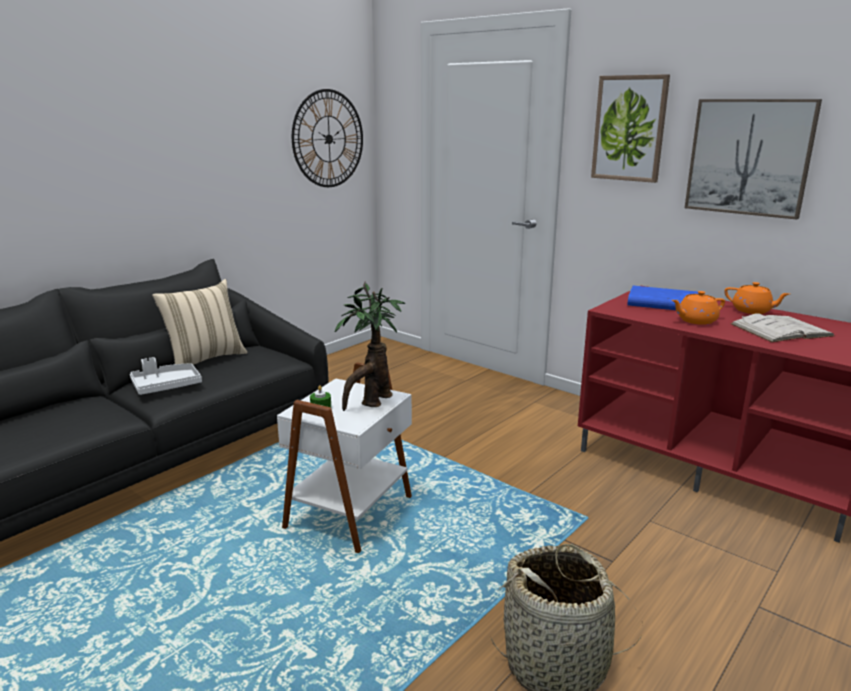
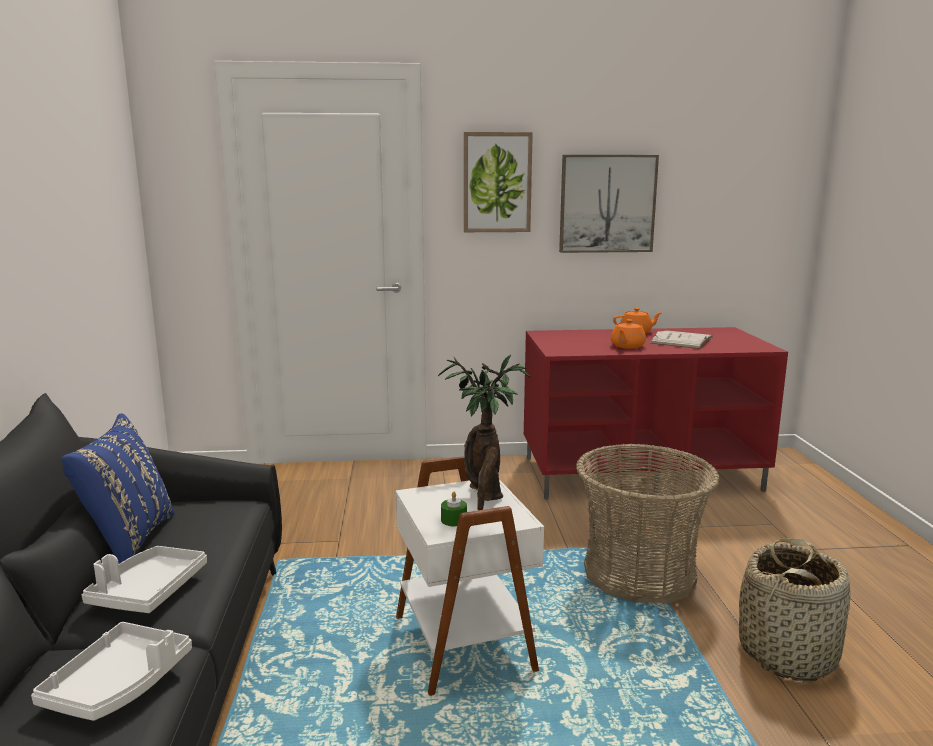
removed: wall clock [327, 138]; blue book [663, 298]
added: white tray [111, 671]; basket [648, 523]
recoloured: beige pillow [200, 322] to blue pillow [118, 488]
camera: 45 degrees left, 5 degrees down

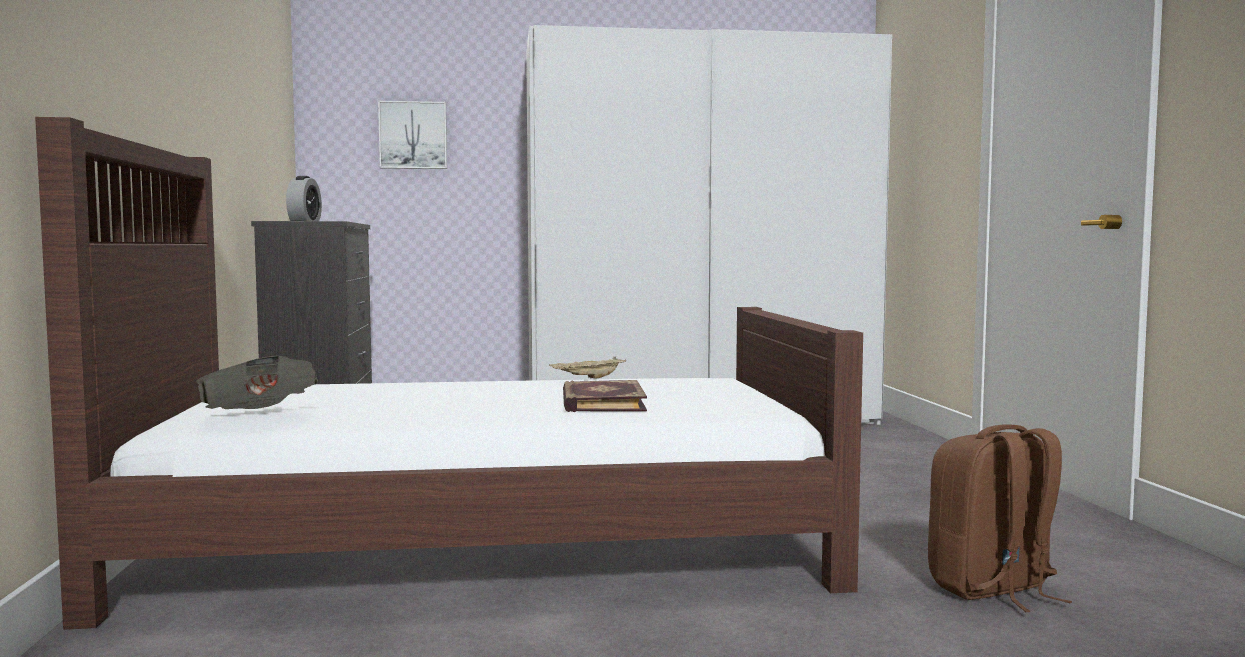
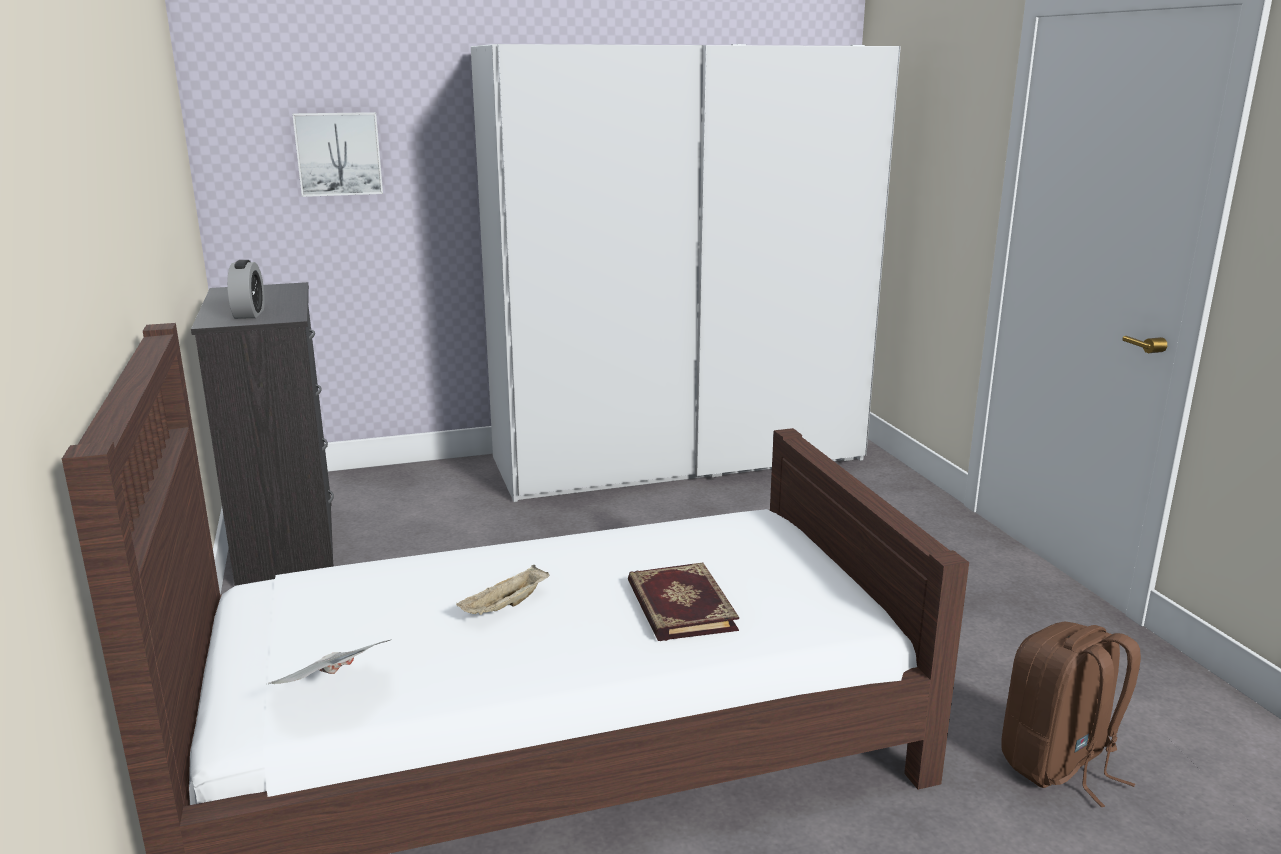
moved: beige tray [587, 367] to [502, 590]
camera: 10 degrees left, 15 degrees up

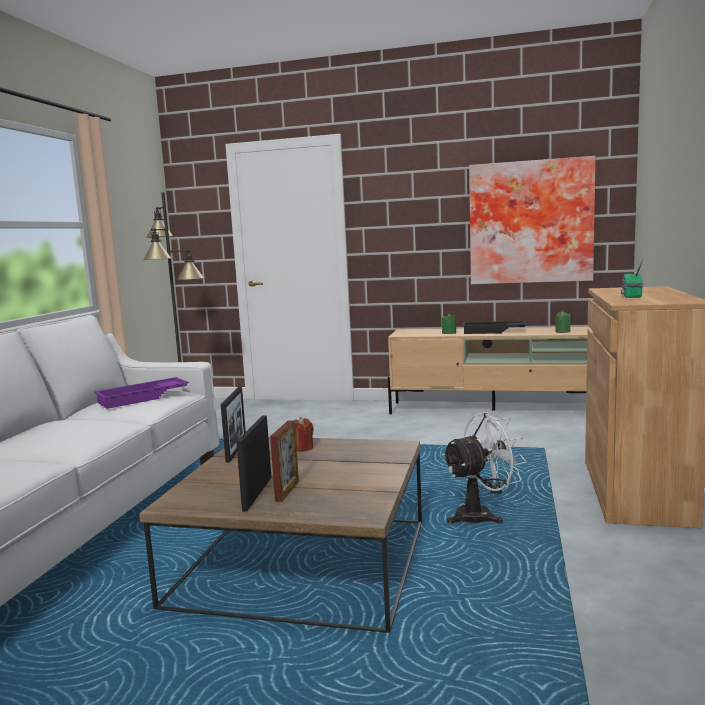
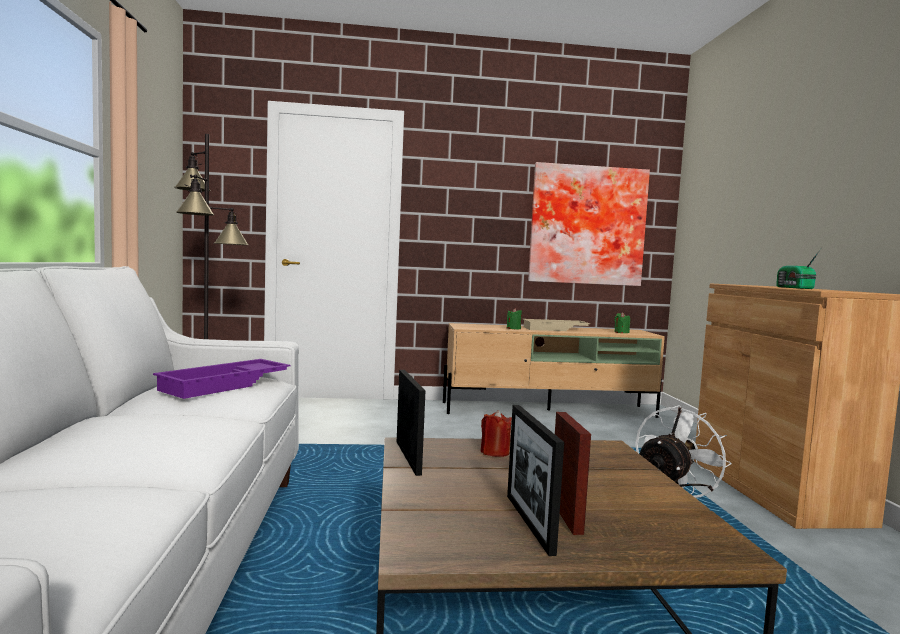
recoloured: black tray [494, 327] to beige tray [556, 325]
camera: 20 degrees left, 5 degrees down

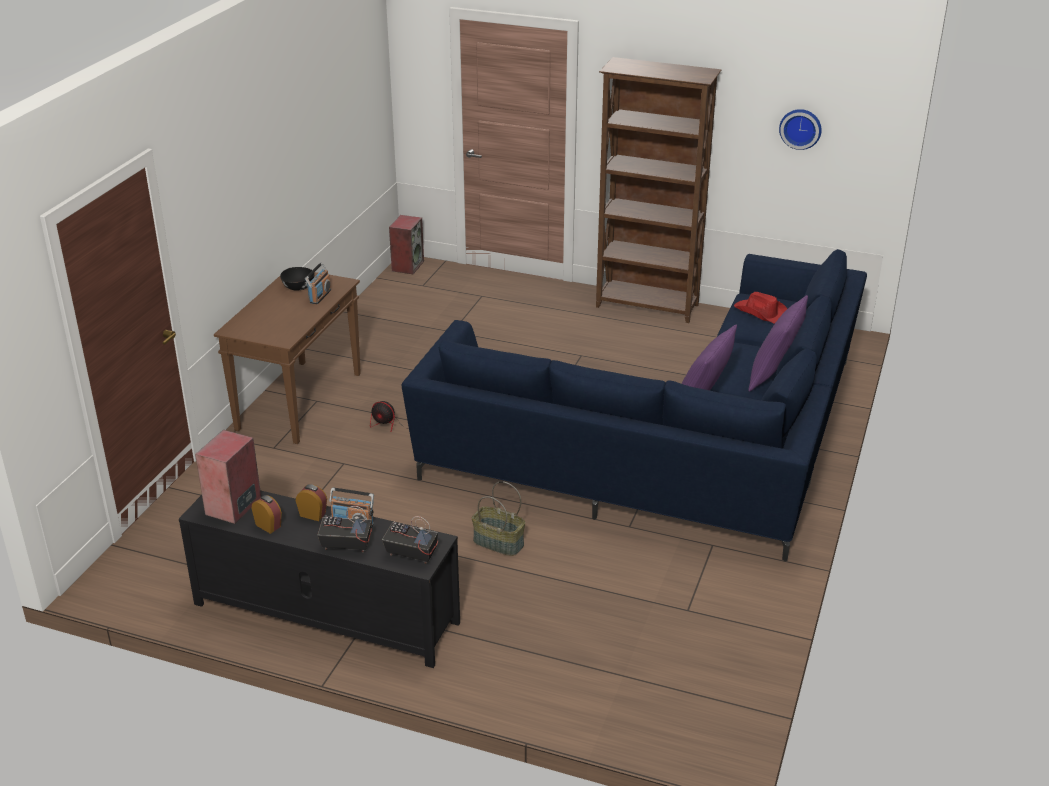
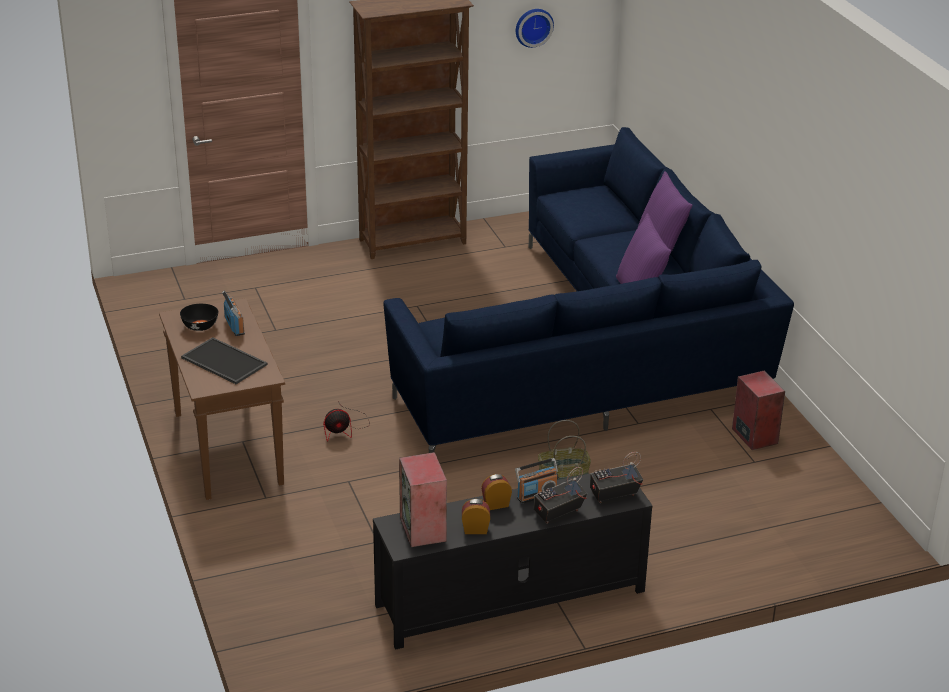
removed: red hat [760, 307]
added: tray [224, 360]
moved: speaker [406, 244] to [758, 410]
camera: 40 degrees left, 0 degrees up

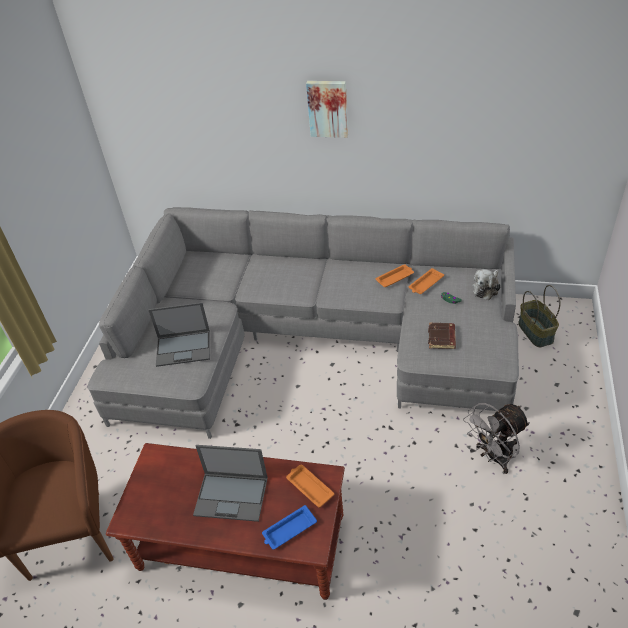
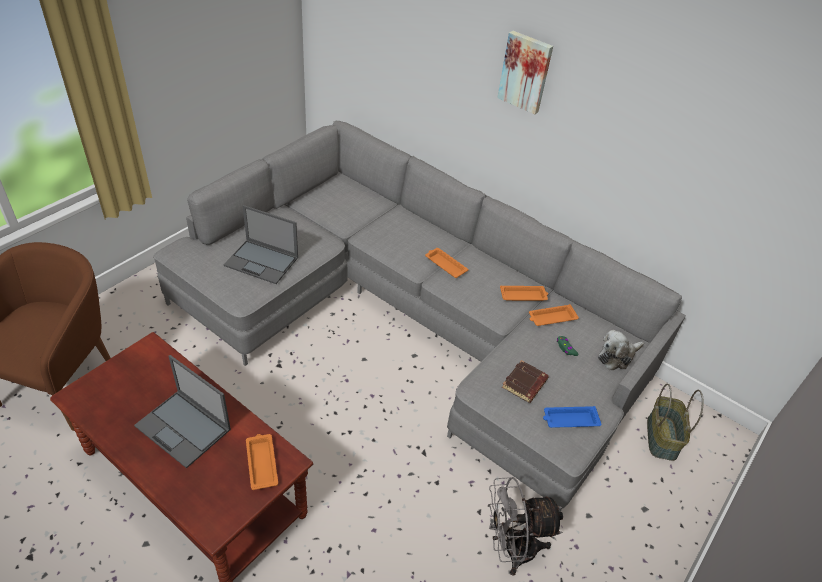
added: orange tray [446, 263]
moved: blue tray [289, 527] to [572, 417]
camera: 20 degrees right, 0 degrees up

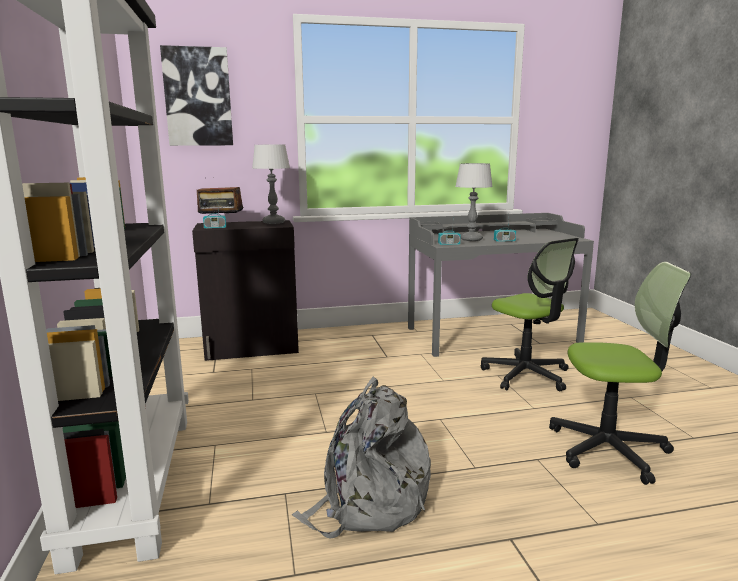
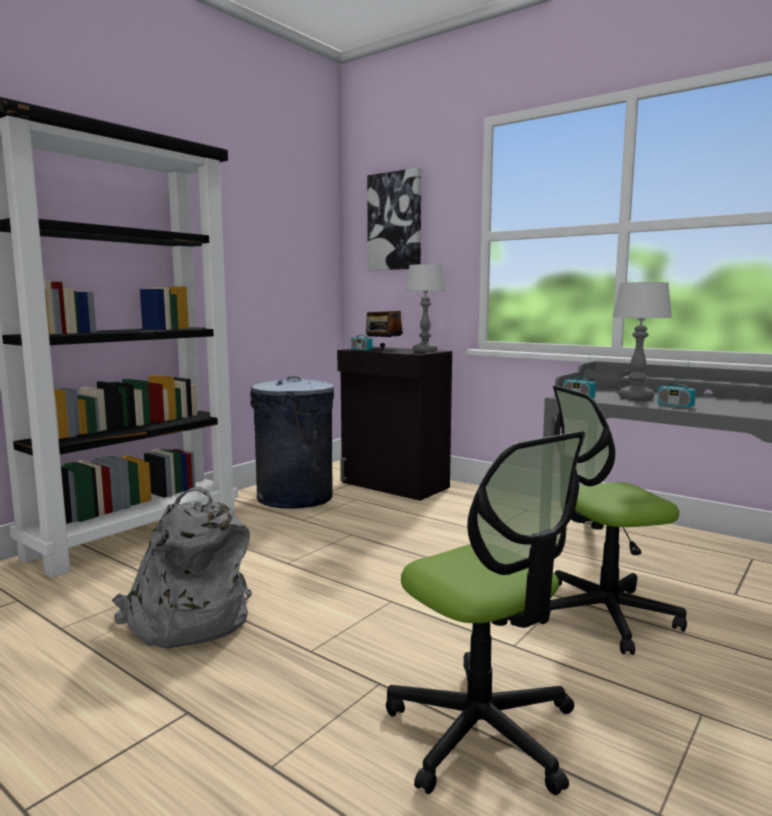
added: grey trash can [292, 442]
turned: office chair [530, 314] = [613, 520] 60 degrees clockwise
camera: 50 degrees right, 5 degrees down

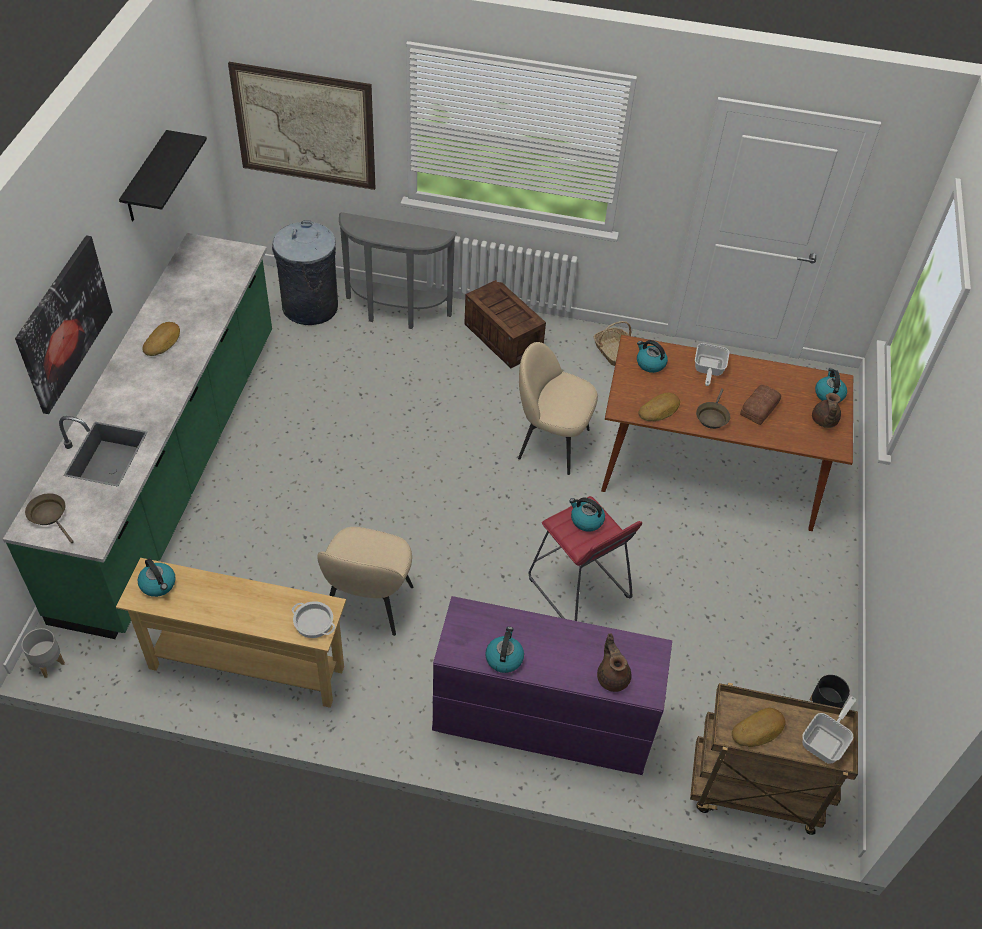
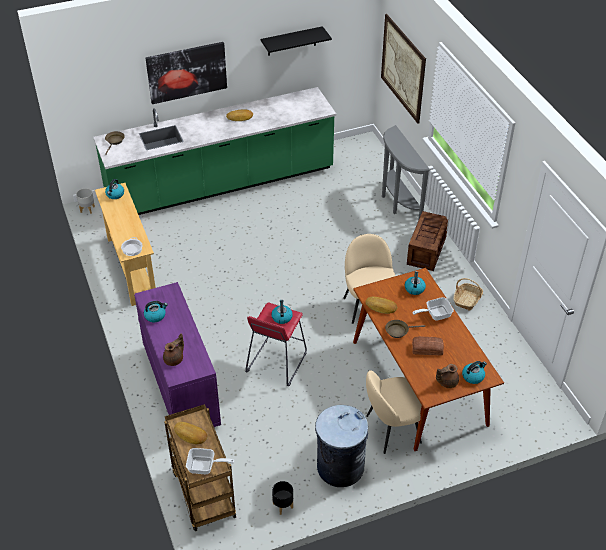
moved: grey trash can [305, 272] to [341, 446]; beige chair [365, 581] to [394, 412]
camera: 60 degrees right, 5 degrees down

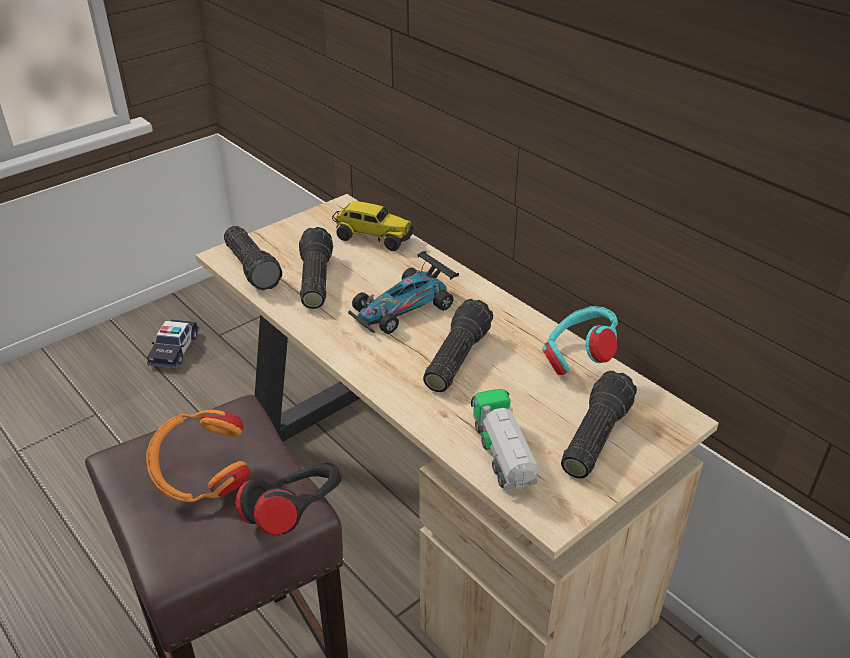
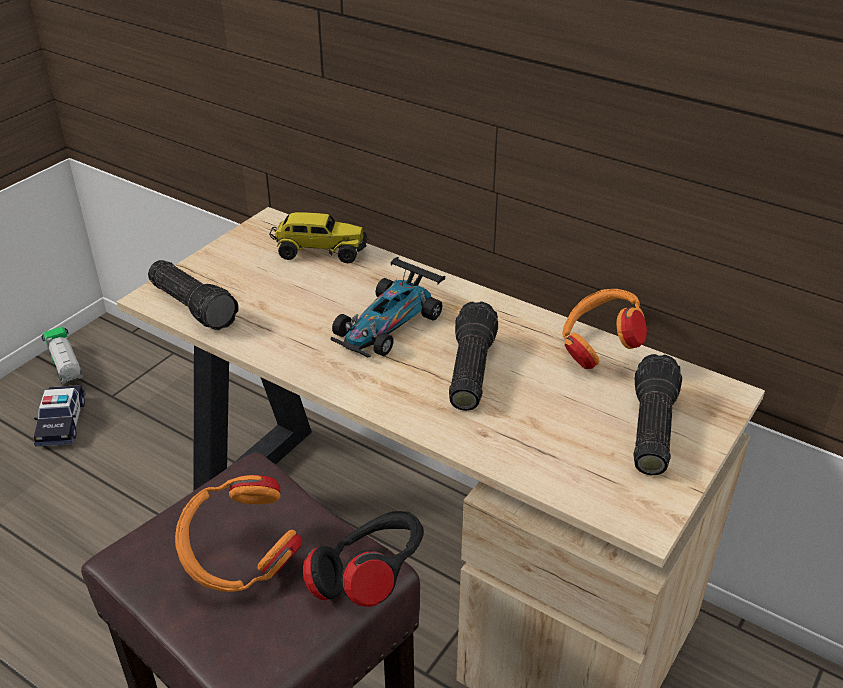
removed: flashlight [316, 268]
moved: toy truck [505, 439] to [62, 355]
recoloured: turquoise headphones [580, 340] to orange headphones [604, 329]
camera: 15 degrees left, 0 degrees up

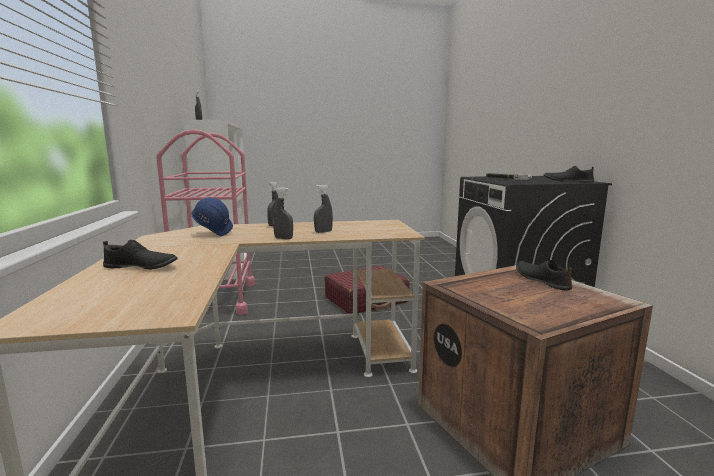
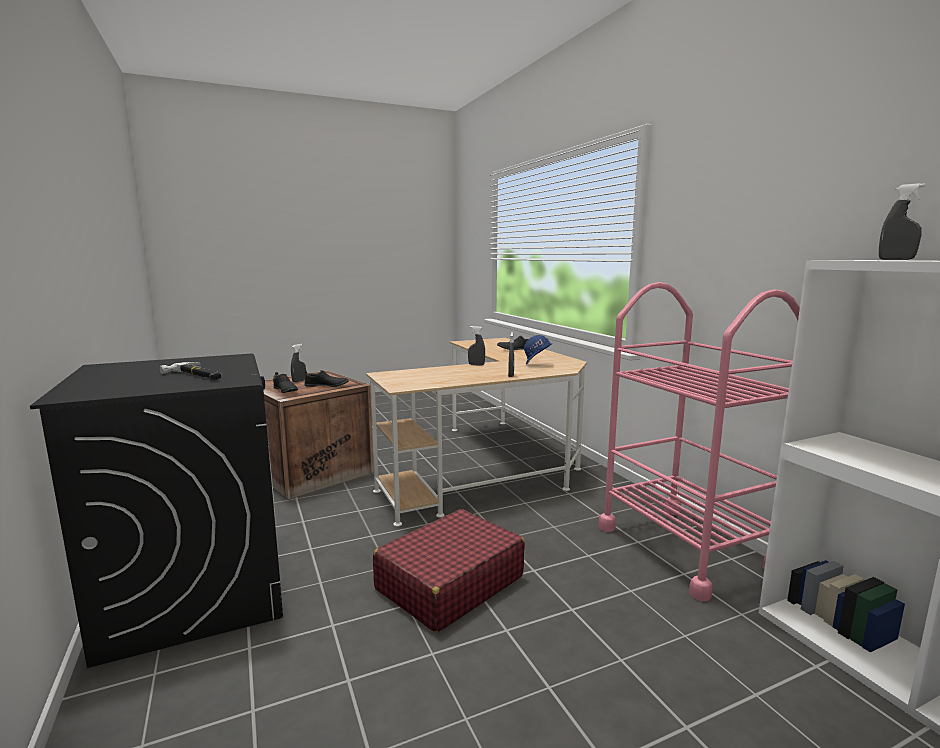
moved: grey spray bottle [323, 208] to [298, 363]; black shoe [568, 174] to [326, 378]
camera: 165 degrees right, 0 degrees up

